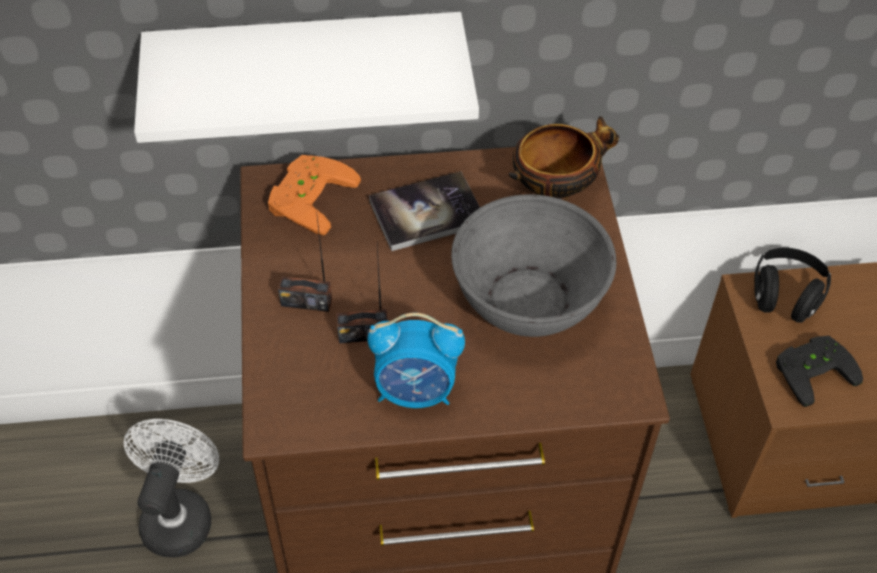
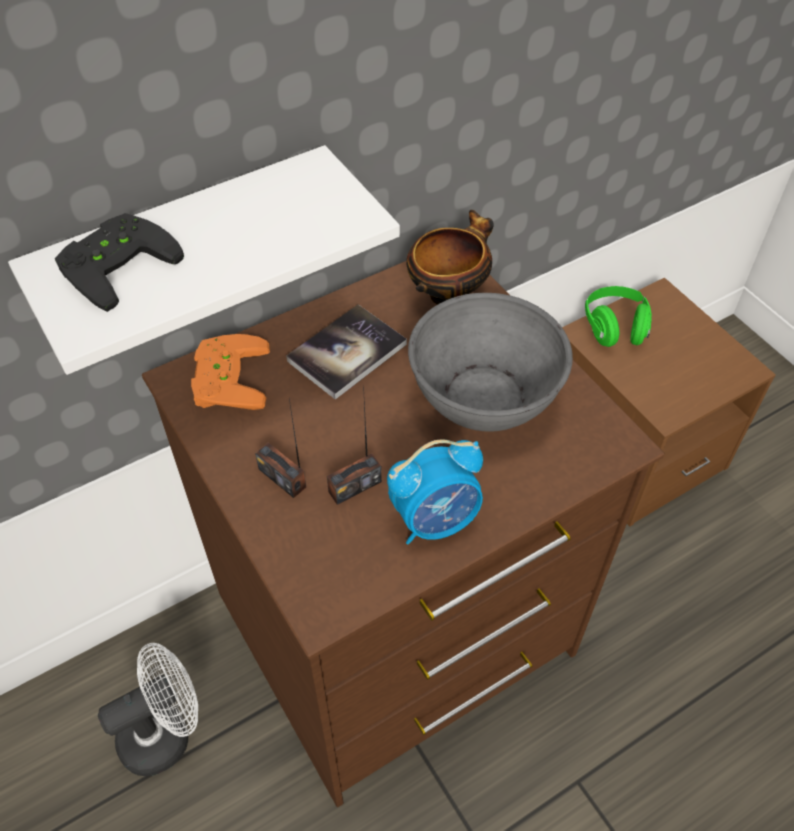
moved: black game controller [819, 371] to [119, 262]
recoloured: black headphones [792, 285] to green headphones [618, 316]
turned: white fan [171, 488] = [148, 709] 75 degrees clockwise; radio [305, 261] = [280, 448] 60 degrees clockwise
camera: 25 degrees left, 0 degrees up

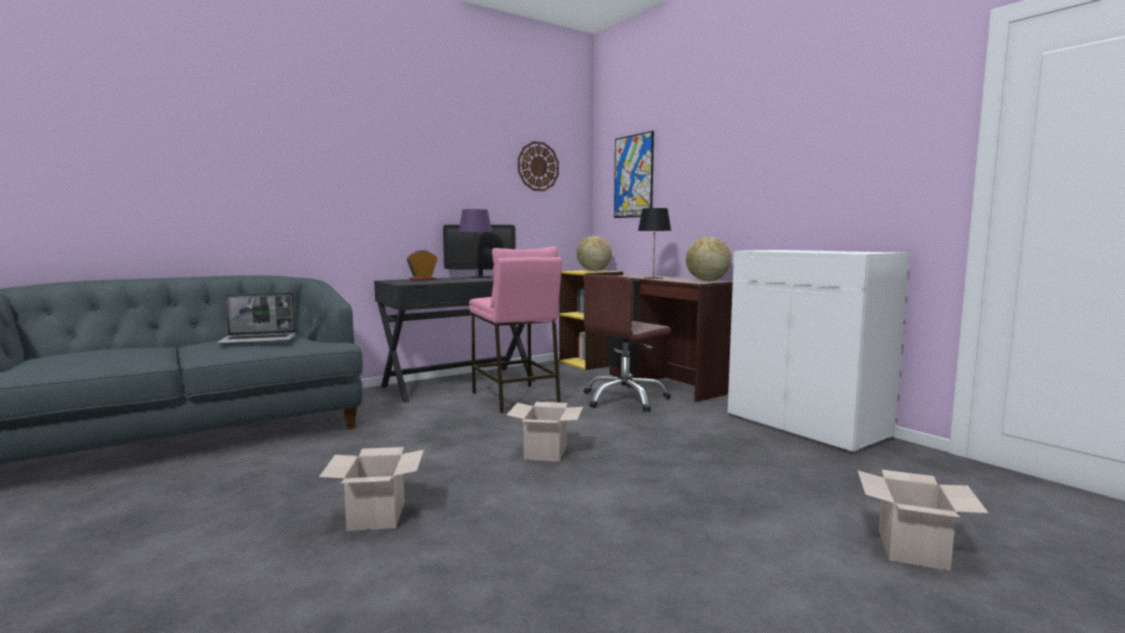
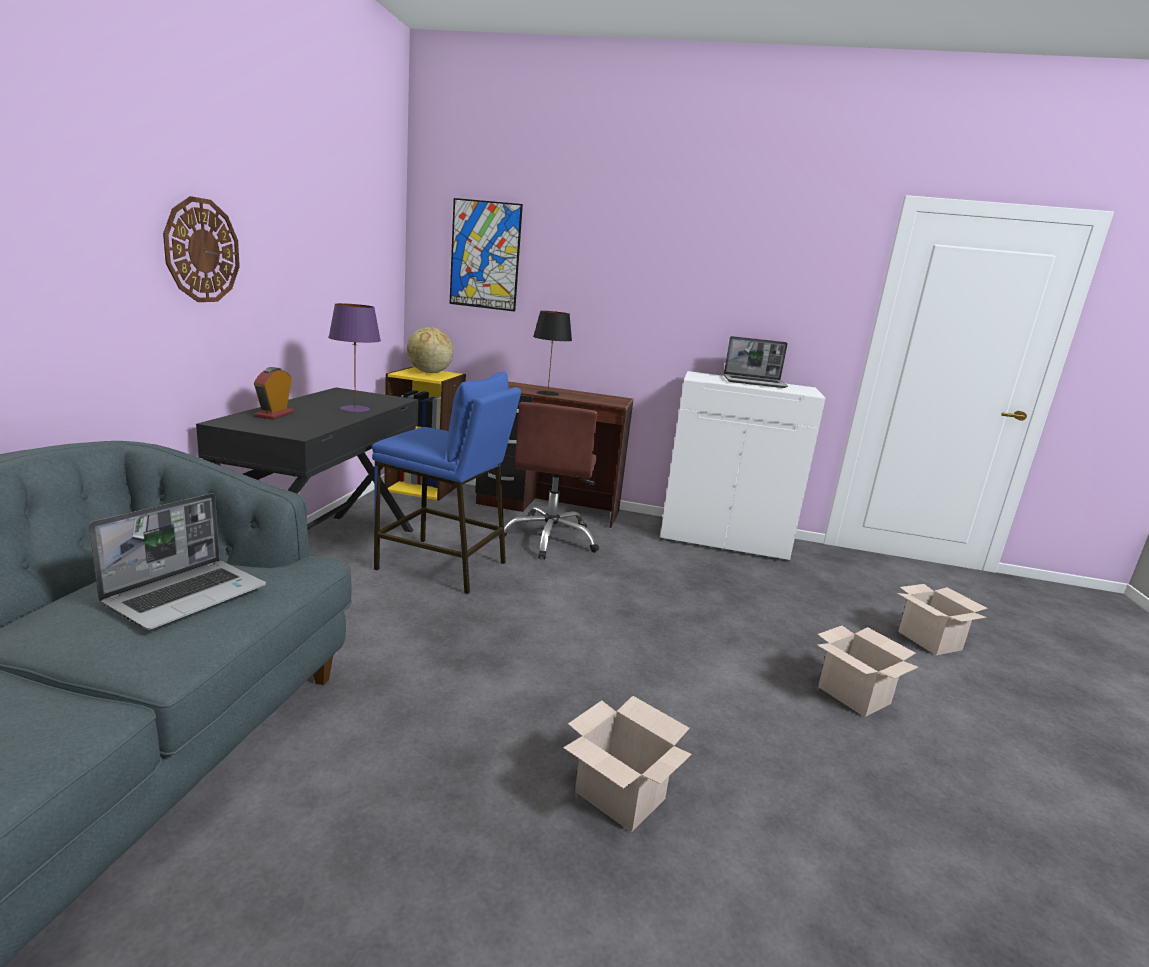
removed: monitor [479, 251]; globe [708, 259]
added: laptop [755, 362]
moved: wall clock [538, 166] to [201, 249]; cardboard box [545, 432] to [867, 671]
recoloured: pink stool [515, 329] to blue stool [446, 482]
camera: 45 degrees left, 10 degrees up

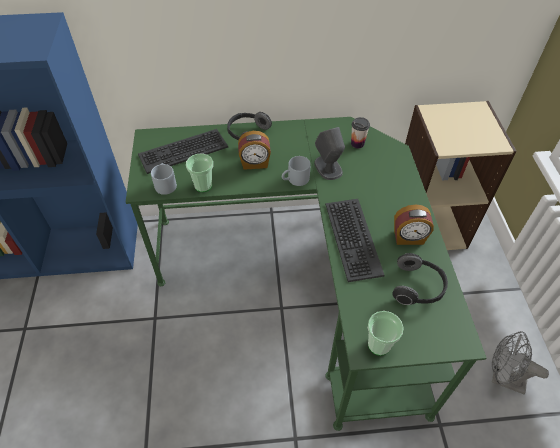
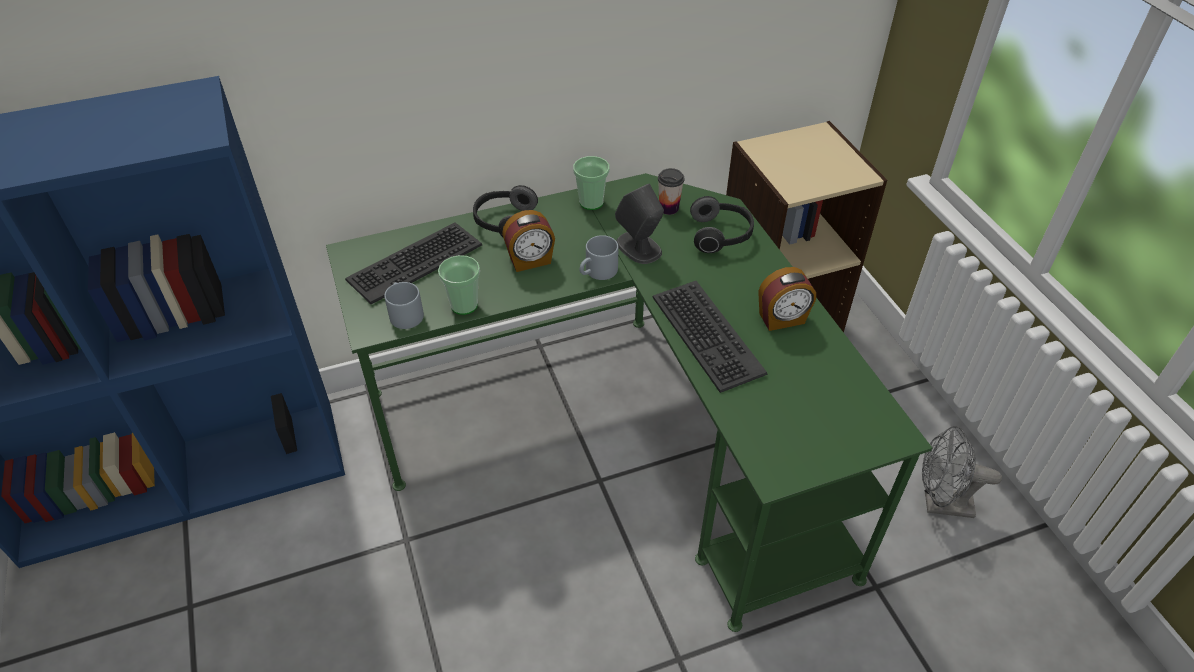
moved: cup [386, 333] to [591, 183]; headphones [420, 279] to [722, 224]
camera: 15 degrees left, 5 degrees down

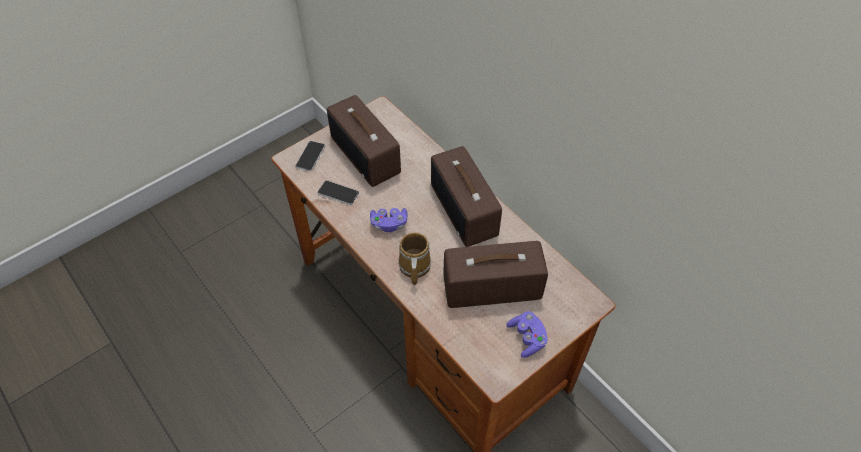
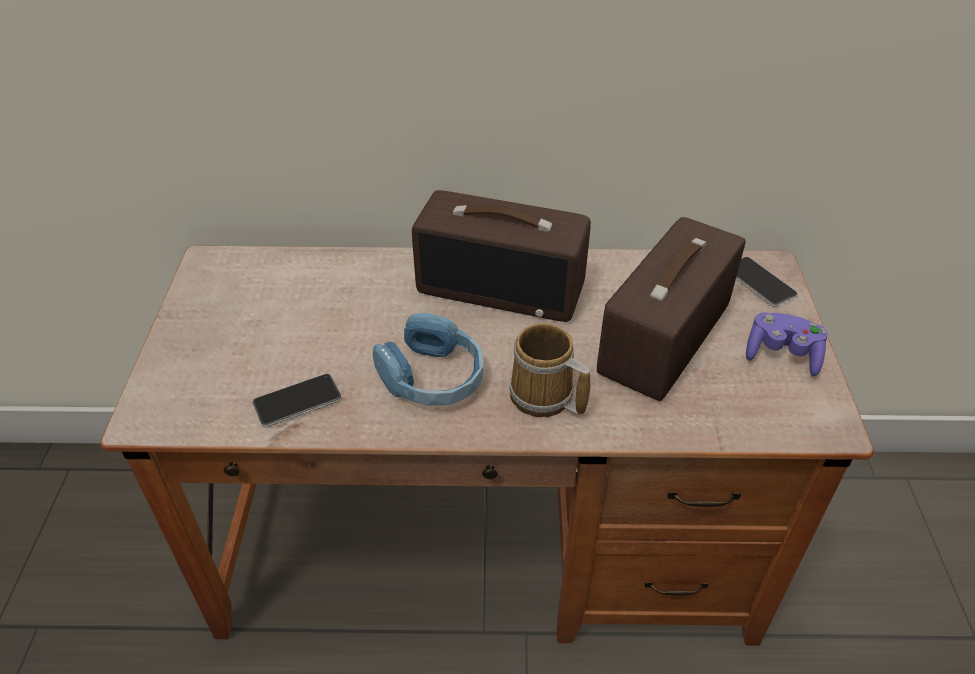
removed: radio [364, 141]
moved: phone [310, 156] to [766, 282]
replaced: purple game controller [388, 220] to blue headphones [428, 359]
camera: 50 degrees left, 10 degrees down

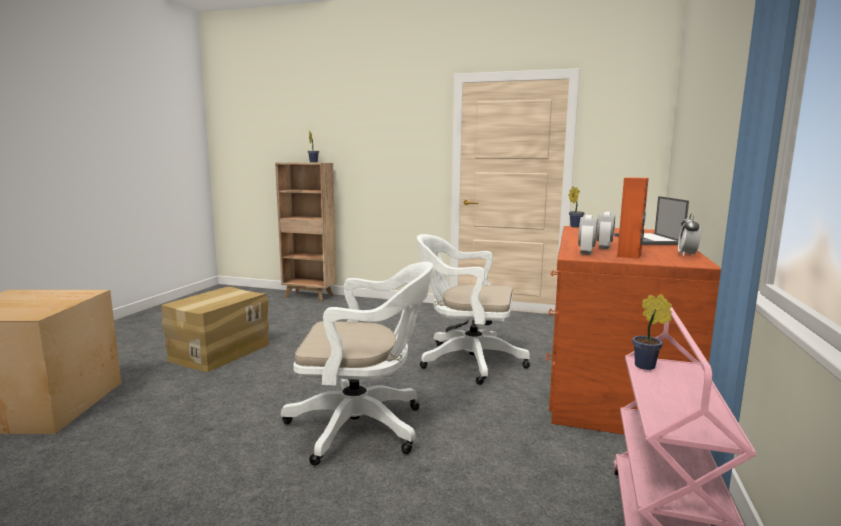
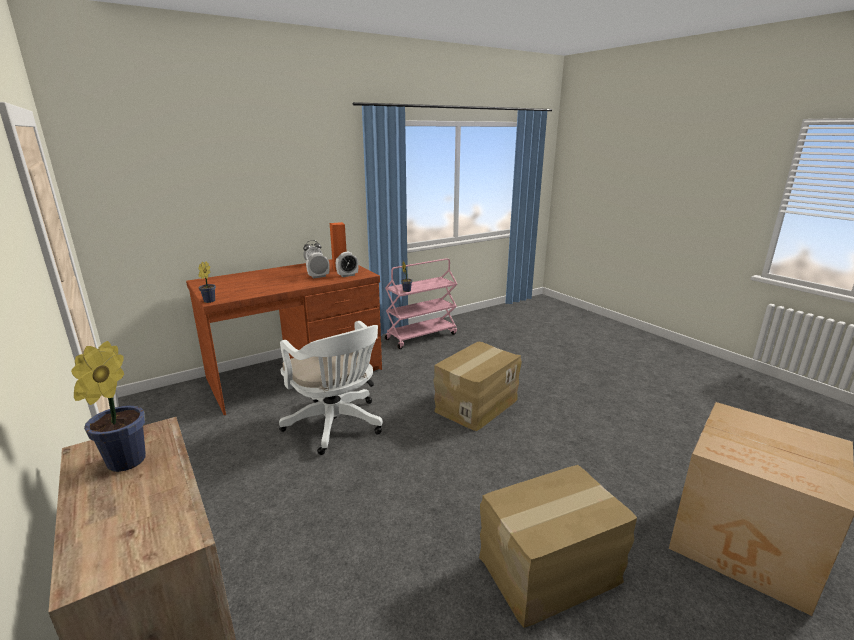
removed: laptop [651, 220]
replaced: white office chair [357, 364] to cardboard box [477, 386]
camera: 140 degrees left, 10 degrees up

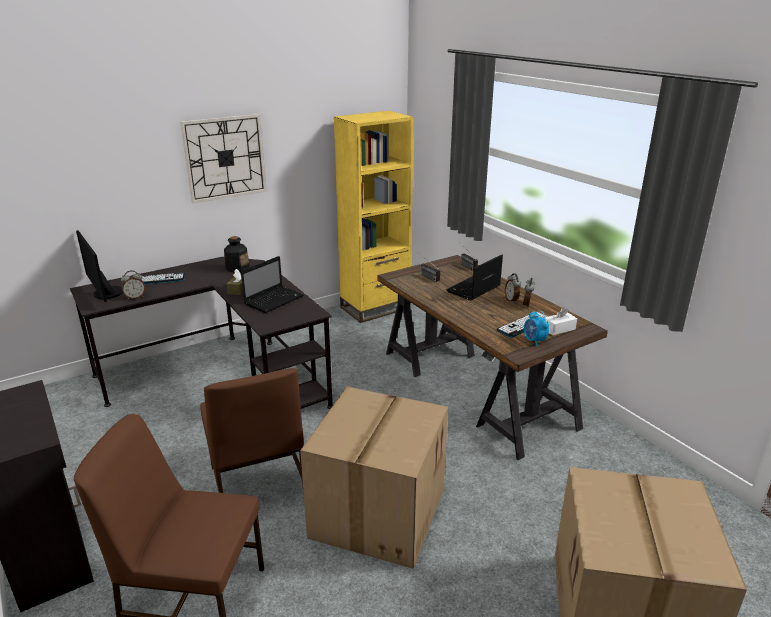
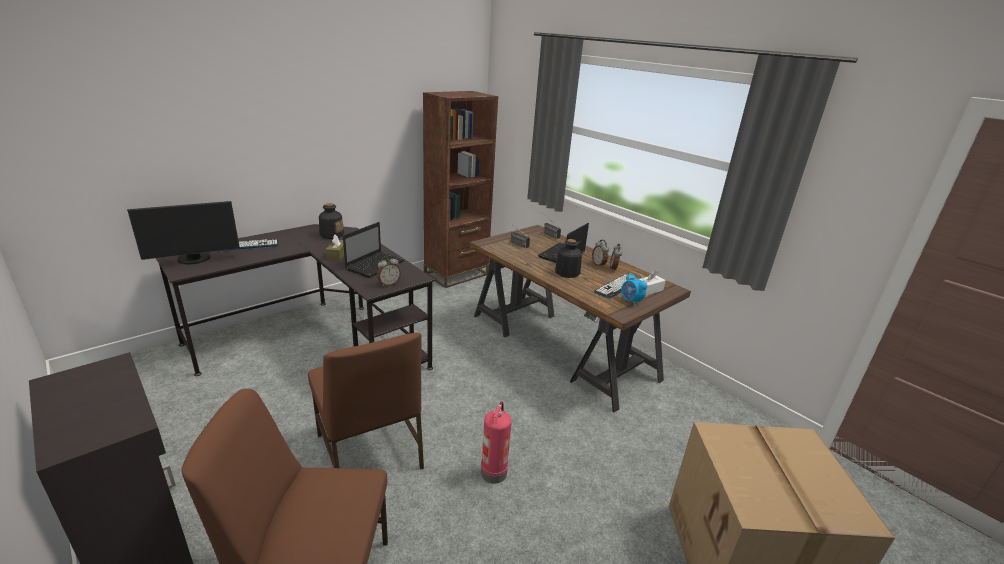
removed: wall clock [223, 158]
added: bottle [568, 258]
moved: alarm clock [133, 285] to [389, 270]
replaced: cardboard box [374, 477] to fire extinguisher [496, 442]
recoloured: yellow bookcase [374, 217] to brown bookcase [460, 189]
turned: monitor [99, 266] = [183, 232] 75 degrees counterclockwise
camera: 10 degrees left, 0 degrees up

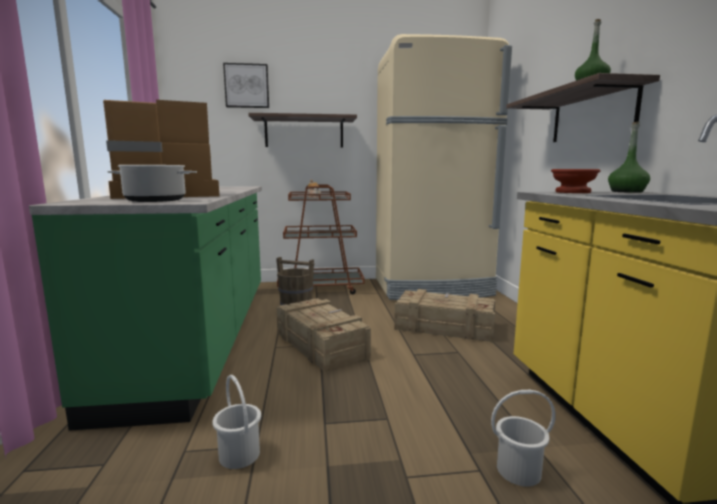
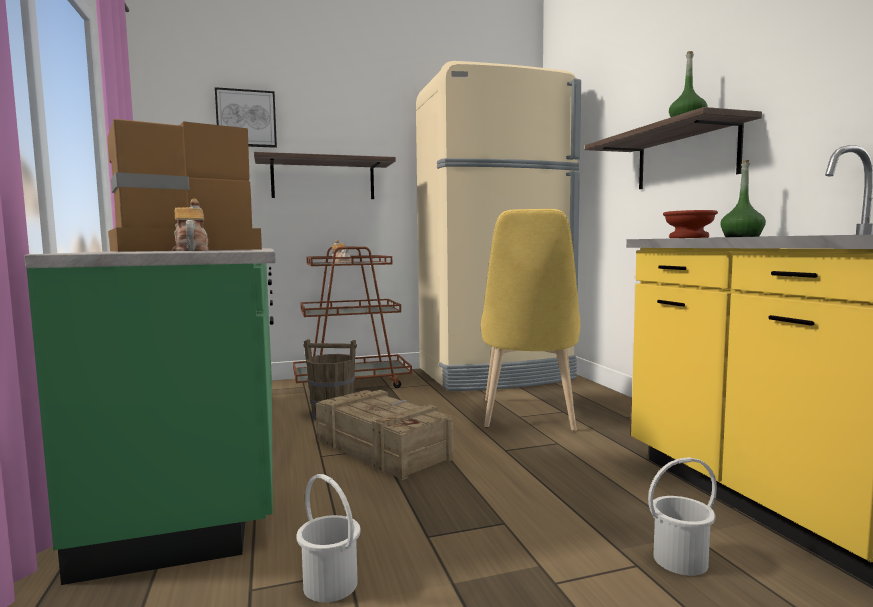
replaced: cooking pot [152, 183] to teapot [191, 224]; crate [444, 316] to yellow chair [531, 320]
camera: 10 degrees left, 5 degrees down

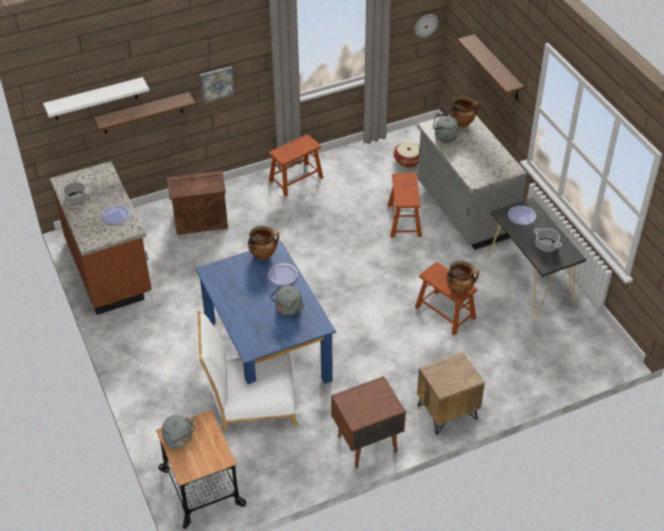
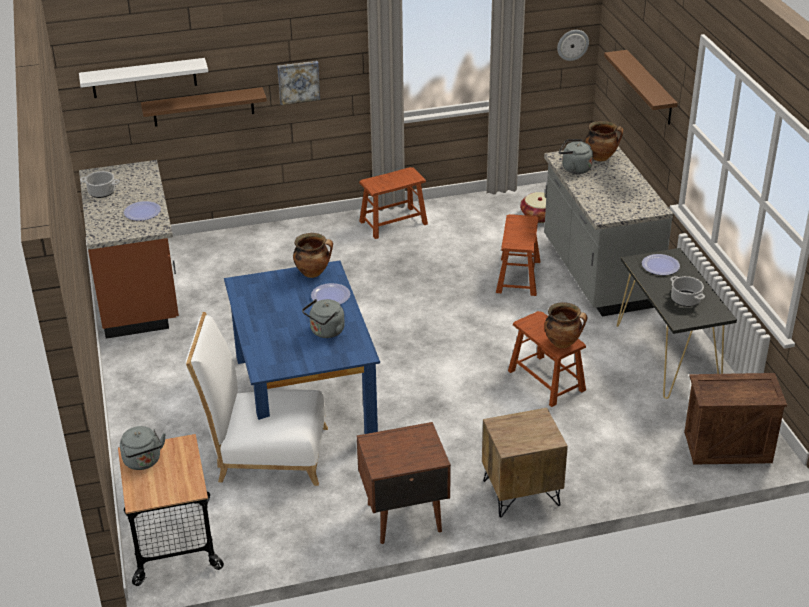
moved: crate [197, 202] to [735, 419]
camera: 10 degrees right, 10 degrees down

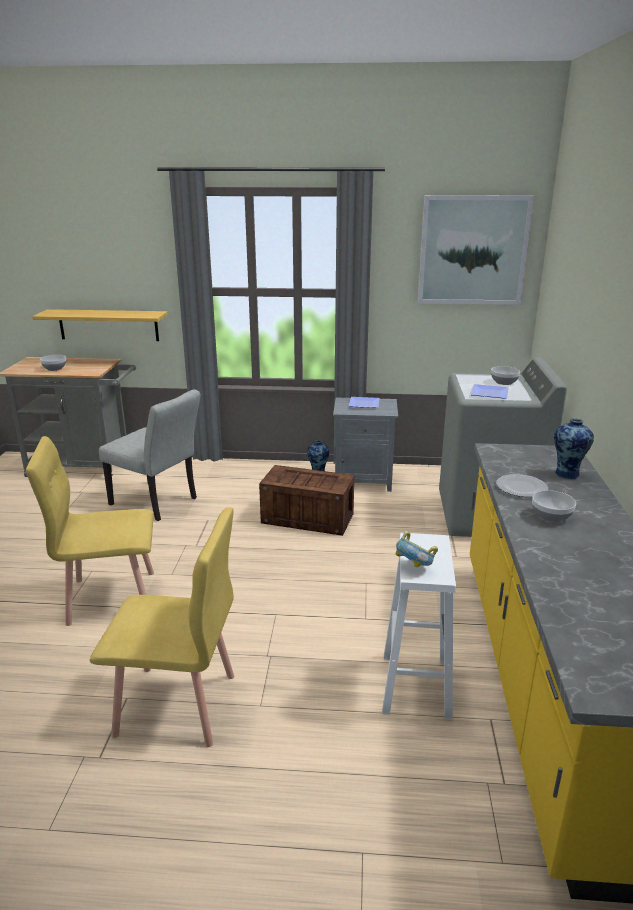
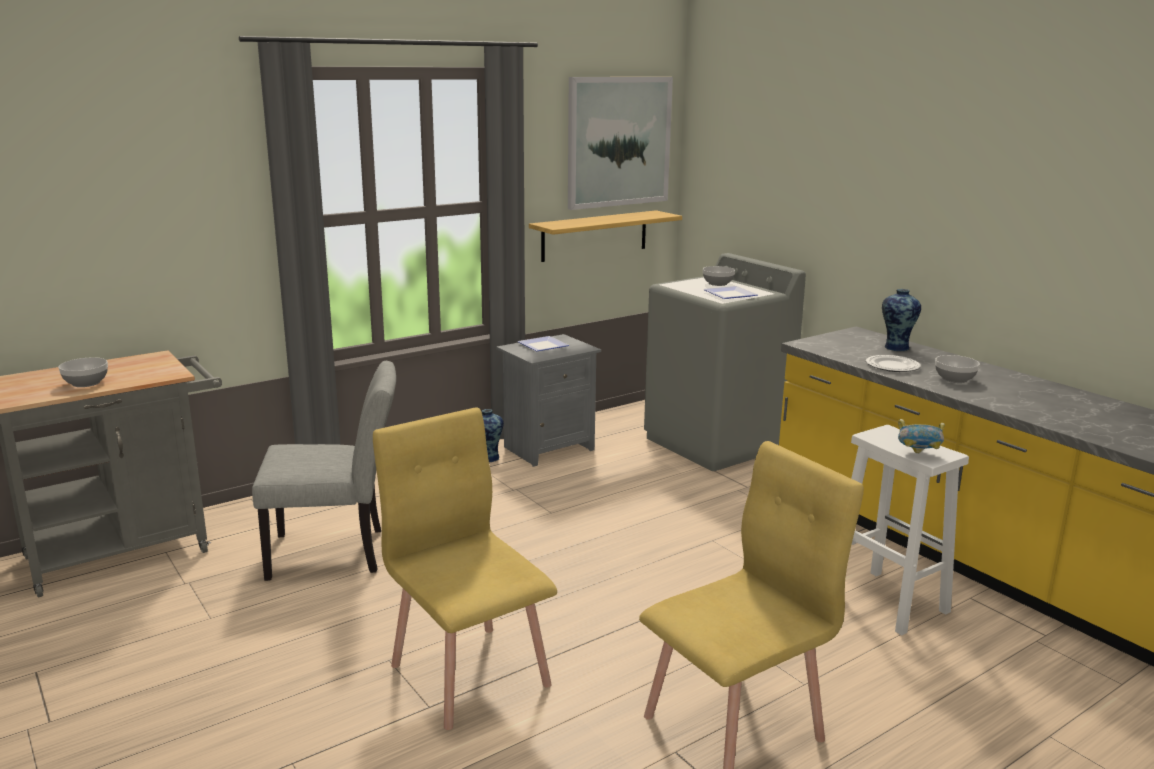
removed: crate [306, 500]
moved: shelf [100, 325] to [605, 236]
turned: yellow chair [90, 531] = [465, 568] 105 degrees clockwise
camera: 40 degrees left, 5 degrees down

